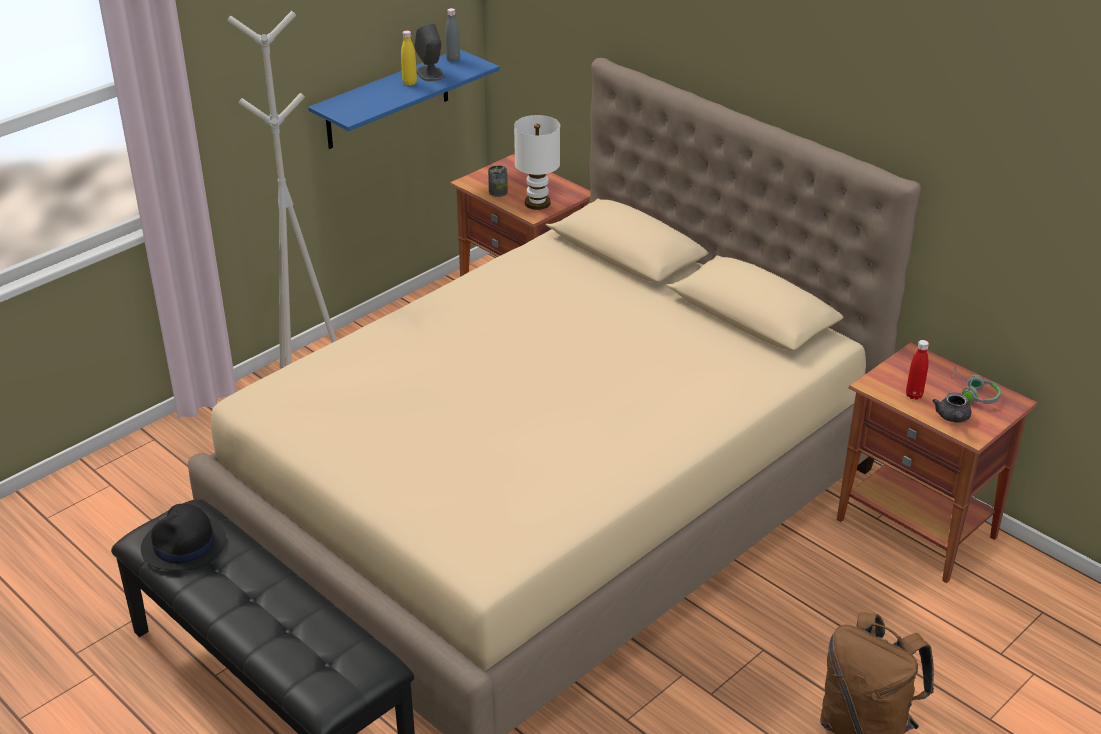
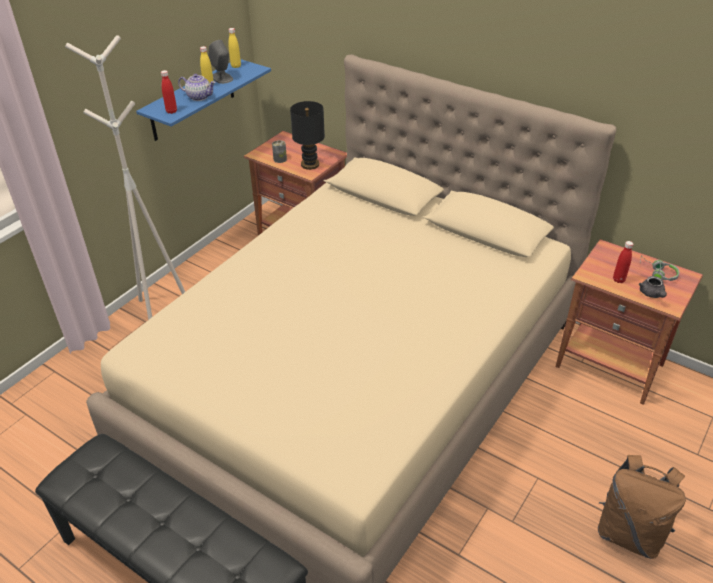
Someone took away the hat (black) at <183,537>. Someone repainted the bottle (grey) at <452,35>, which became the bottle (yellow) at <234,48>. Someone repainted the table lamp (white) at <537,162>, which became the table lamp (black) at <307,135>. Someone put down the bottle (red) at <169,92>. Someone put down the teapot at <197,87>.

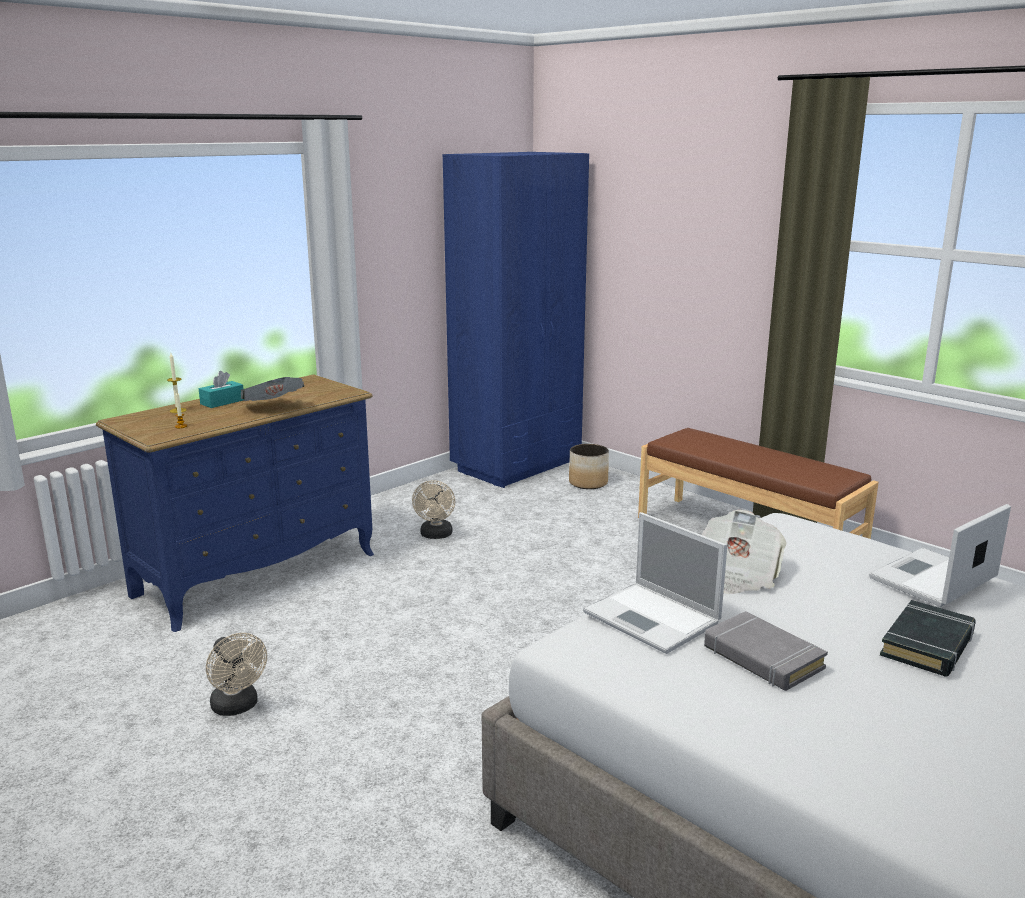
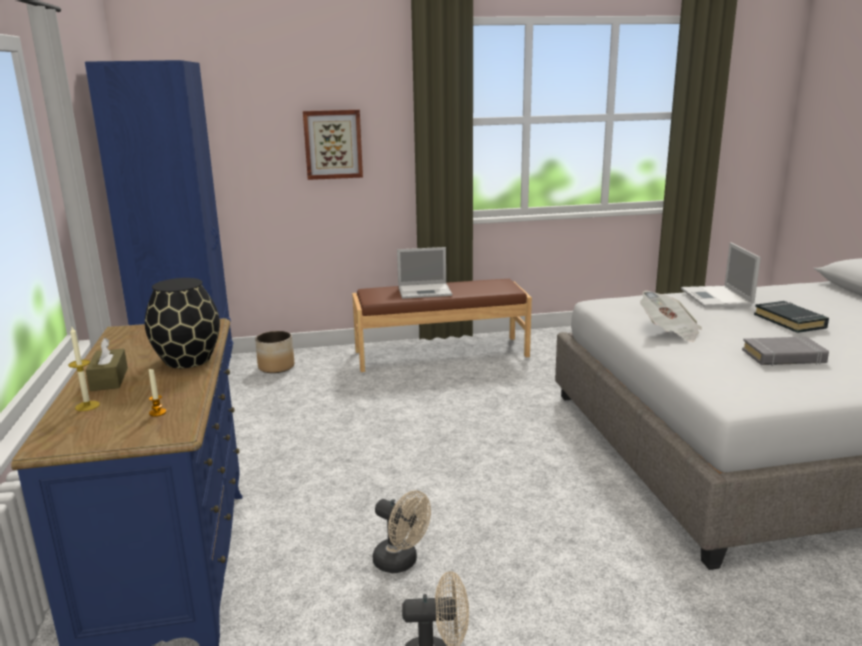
Someone repainted the tissue box (turquoise) at <222,389>, which became the tissue box (brown) at <107,364>. Someone swapped the newspaper at <273,389> for the vase (black) at <182,323>. Someone carried the fan (beige) from <433,509> to <402,532>. Someone carried the laptop from <655,583> to <424,273>. Someone put up the picture at <333,145>.

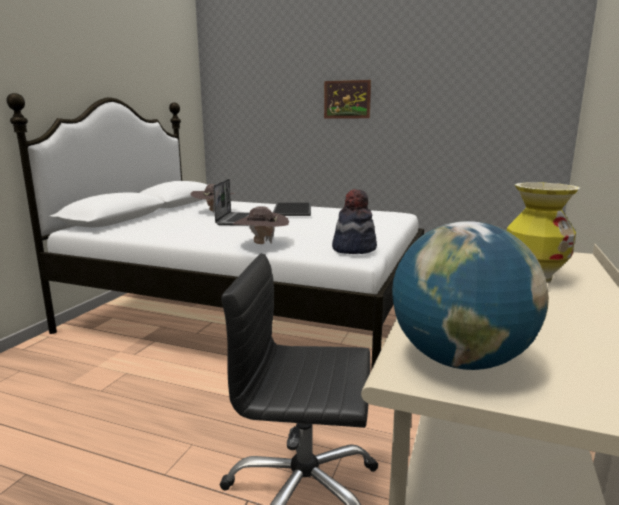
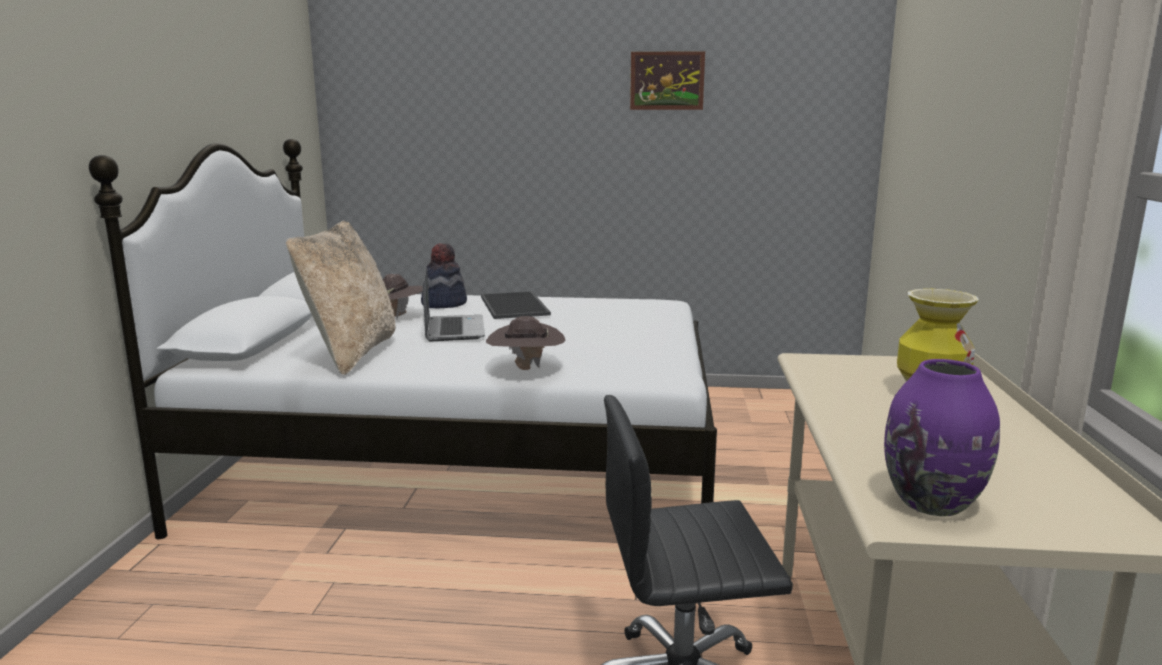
Someone carried the picture from <347,99> to <667,80>. Someone carried the hat from <354,221> to <444,275>. Someone swapped the globe at <470,295> for the vase (purple) at <942,437>. Someone put down the pillow (beige) at <340,297>.

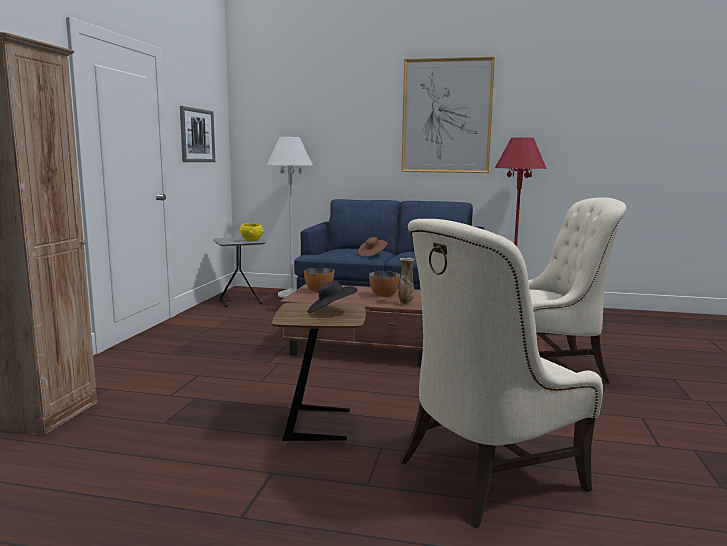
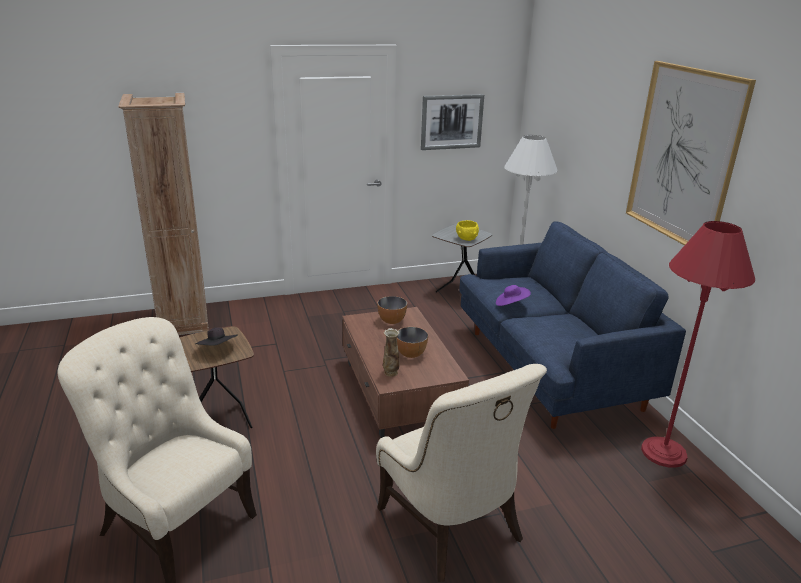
Someone repainted the hat (brown) at <373,247>, which became the hat (purple) at <513,295>.

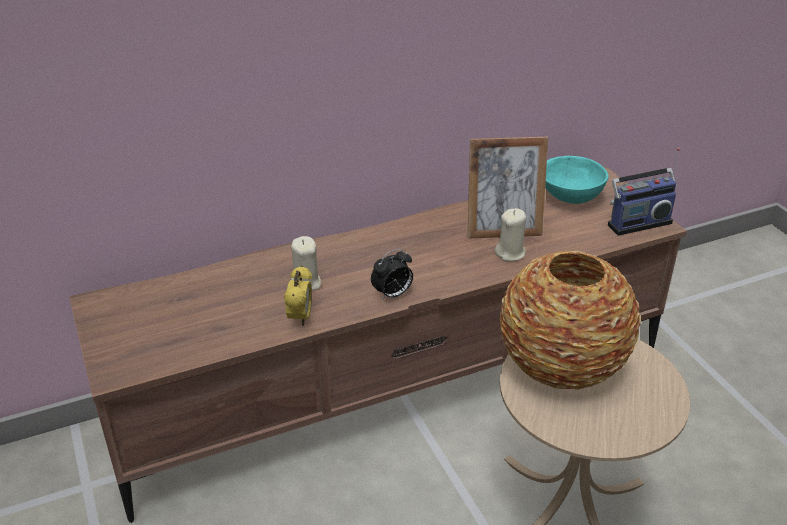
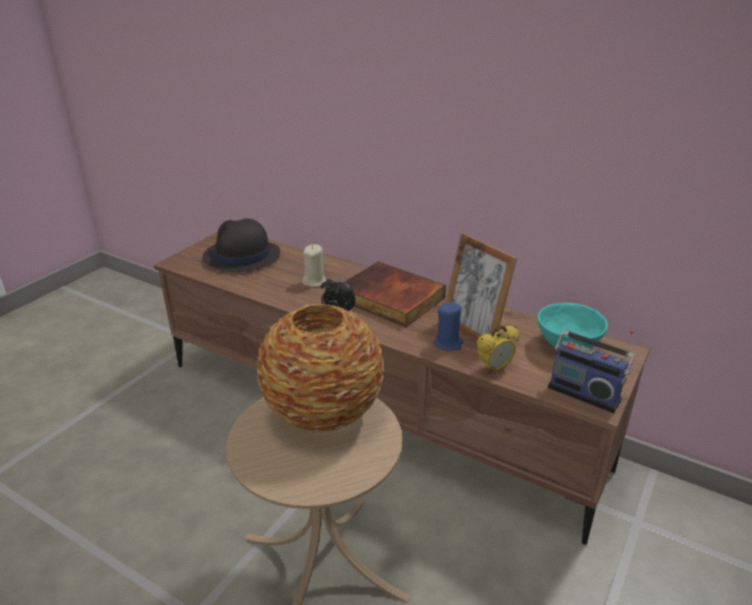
Someone carried the alarm clock from <298,296> to <498,349>. Someone repainted the candle (beige) at <510,234>, which became the candle (blue) at <448,326>. Someone put down the hat (black) at <241,245>. Someone put down the book at <395,294>.

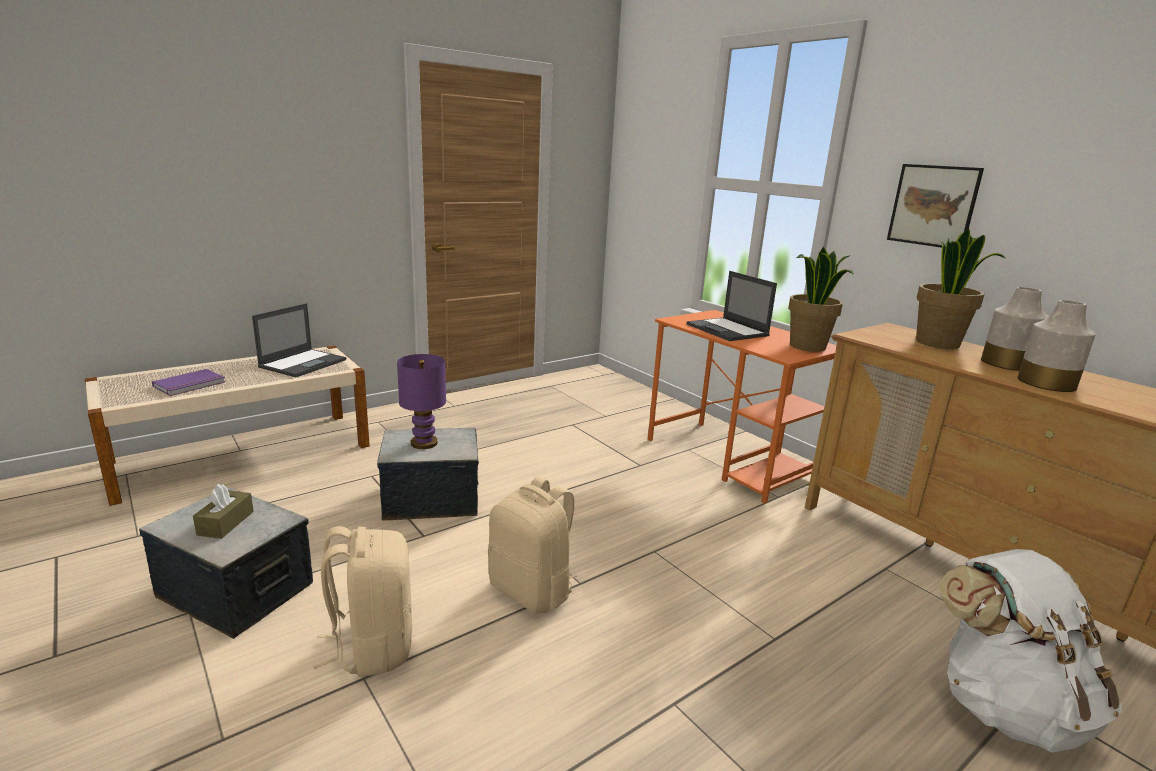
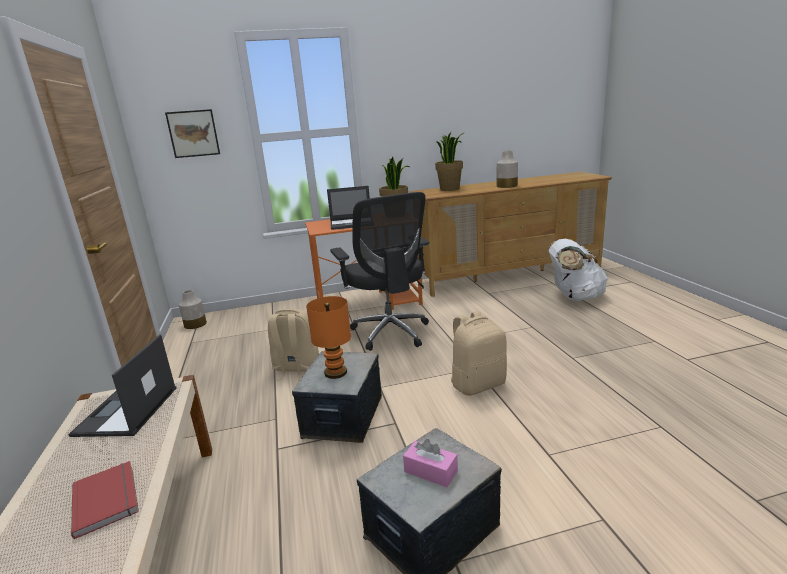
Someone repainted the book (purple) at <188,382>, which became the book (red) at <105,500>. Someone repainted the tissue box (brown) at <223,511>, which became the tissue box (pink) at <430,463>. Someone rotated the laptop at <299,340> by 135 degrees counterclockwise. Someone carried the backpack (beige) from <362,601> to <293,345>. Someone repainted the table lamp (purple) at <421,401>, which became the table lamp (orange) at <328,337>. Someone carried the picture from <935,206> to <192,133>. Someone carried the vase (beige) from <1015,329> to <193,309>. Someone put down the office chair at <379,271>.

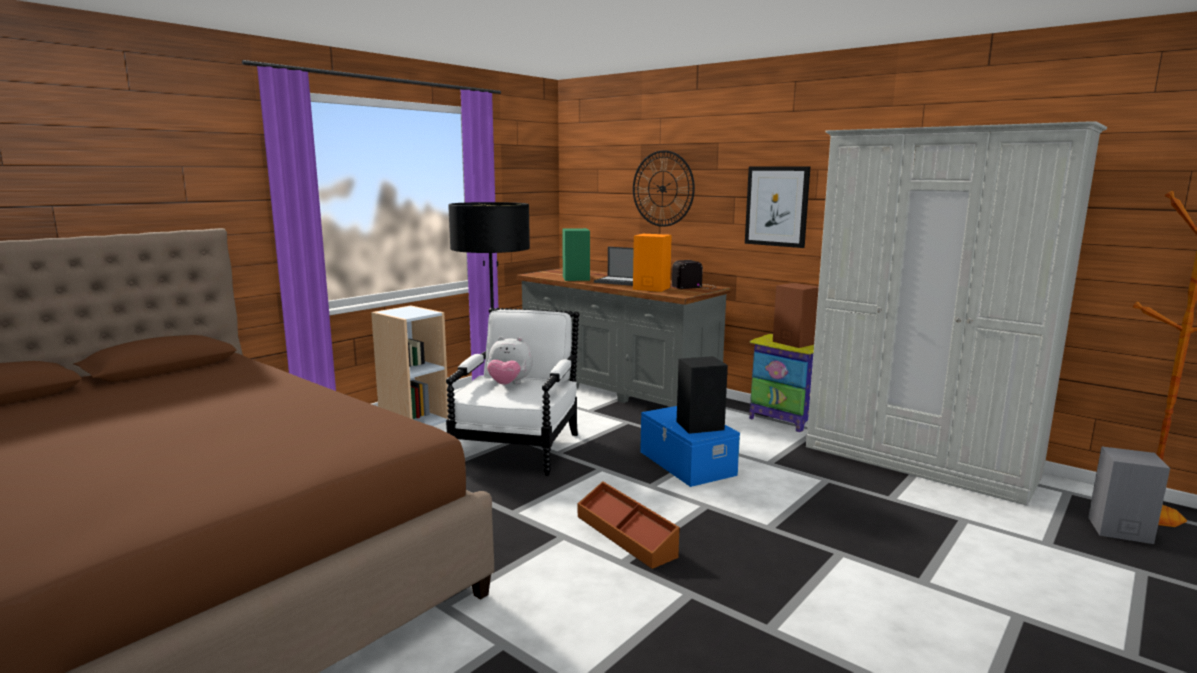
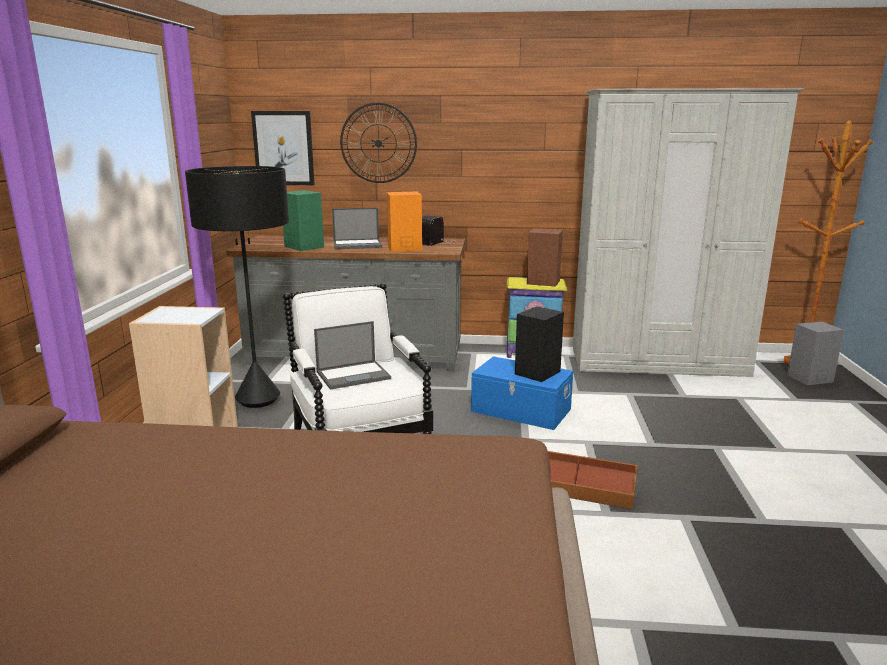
Someone swapped the plush toy at <510,360> for the laptop at <352,355>. Someone carried the picture from <778,207> to <283,148>.

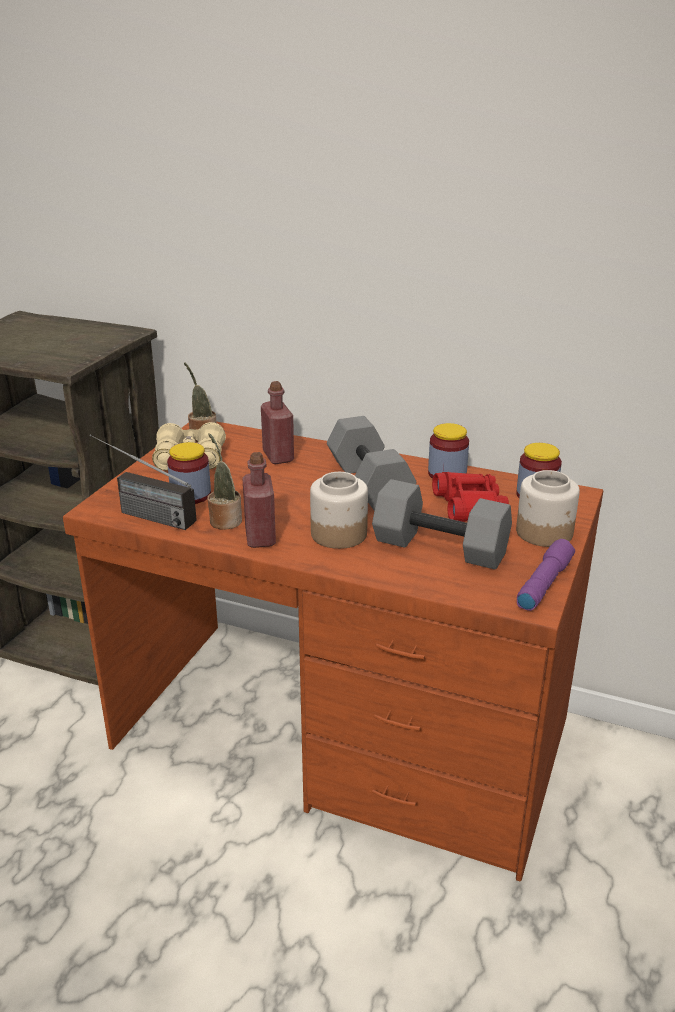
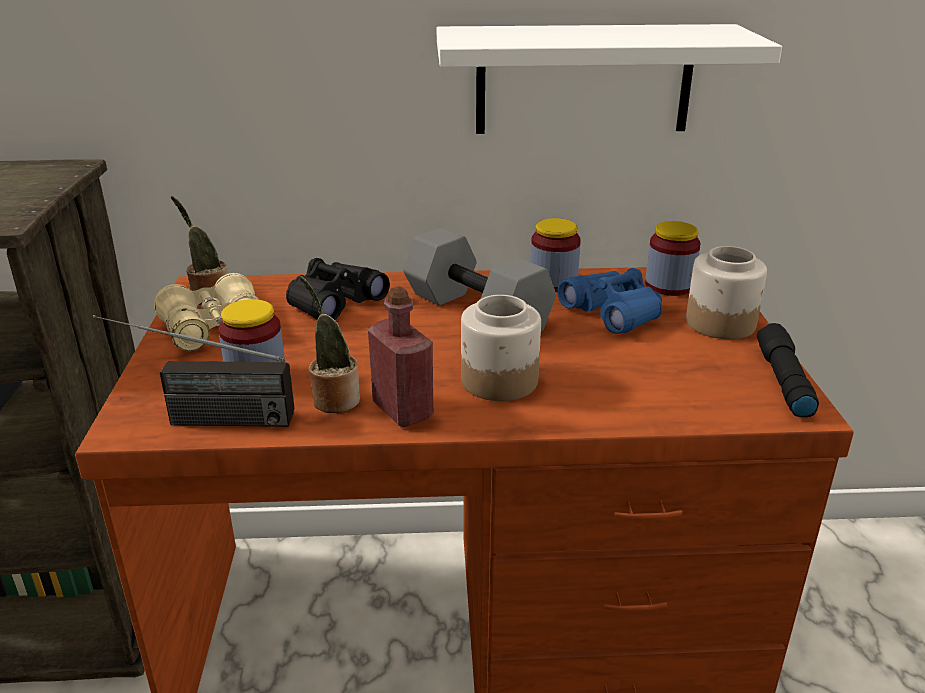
Someone swapped the bottle (red) at <277,422> for the binoculars (black) at <338,289>. Someone took away the dumbbell (grey) at <442,524>. Someone repainted the binoculars (red) at <470,497>, which became the binoculars (blue) at <609,301>. Someone repainted the flashlight (purple) at <546,575>, which became the flashlight (black) at <788,370>. Someone put up the shelf (white) at <609,79>.

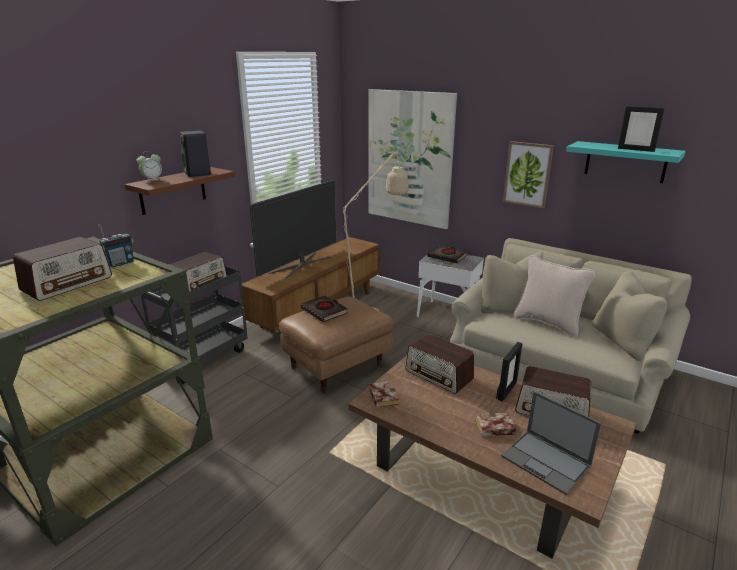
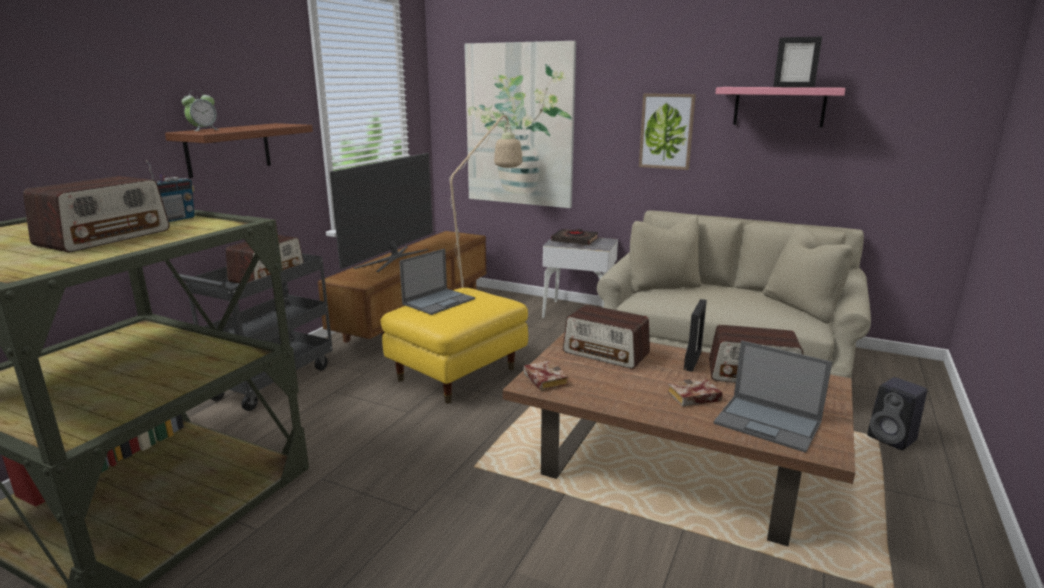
Someone carried the speaker (black) from <195,154> to <897,413>. Someone repainted the ottoman (brown) at <336,345>, which became the ottoman (yellow) at <454,346>. Someone swapped the book (black) at <324,309> for the laptop at <437,282>. Someone took away the pillow (beige) at <554,296>. Someone repainted the shelf (turquoise) at <625,162>, which became the shelf (pink) at <780,107>.

